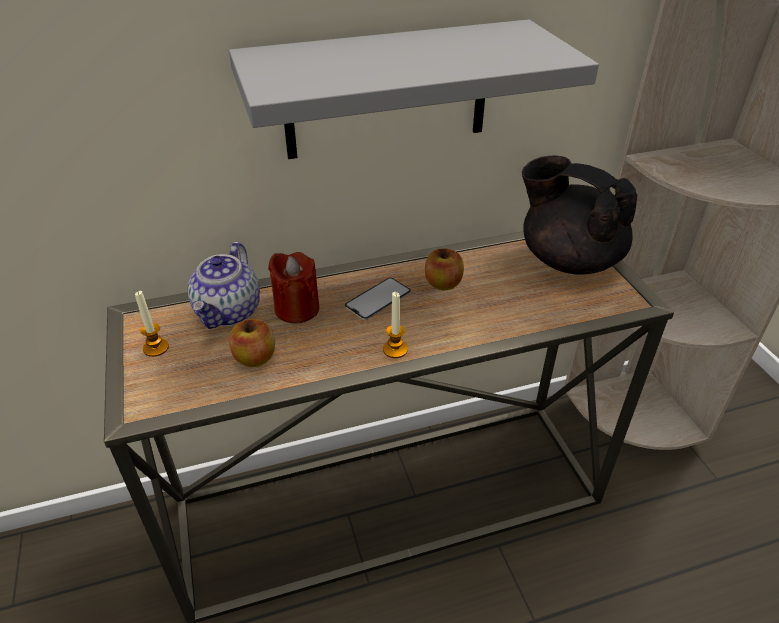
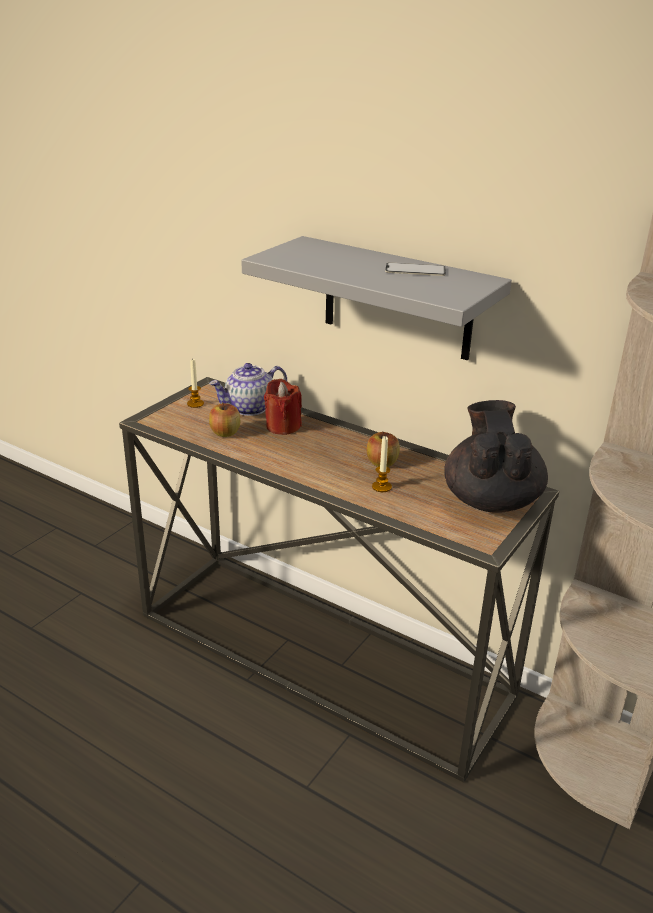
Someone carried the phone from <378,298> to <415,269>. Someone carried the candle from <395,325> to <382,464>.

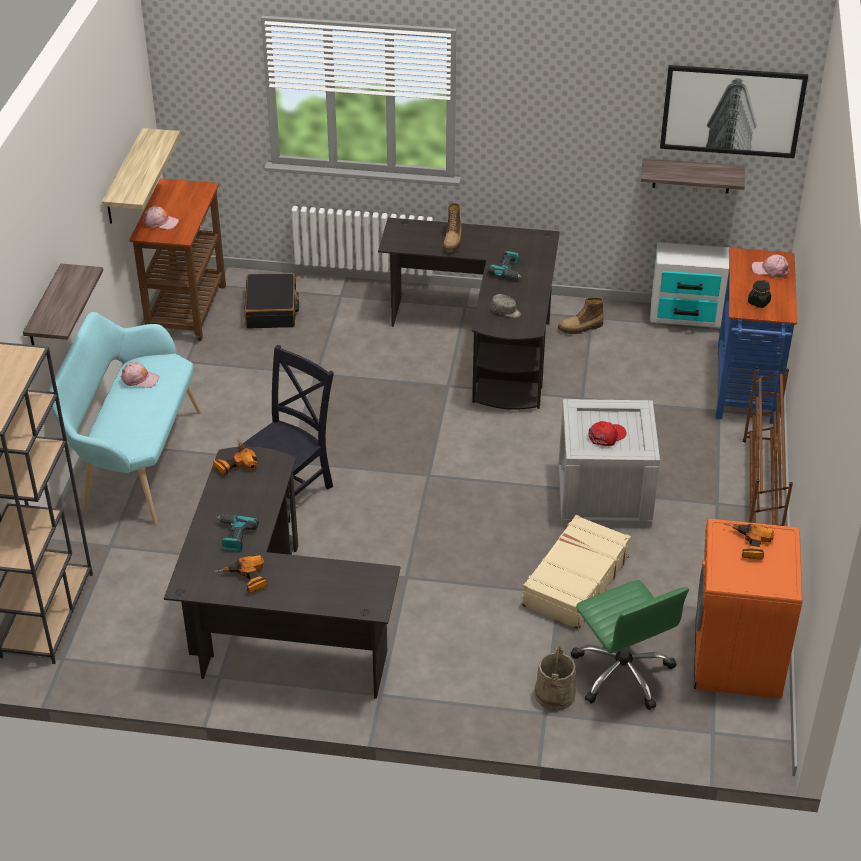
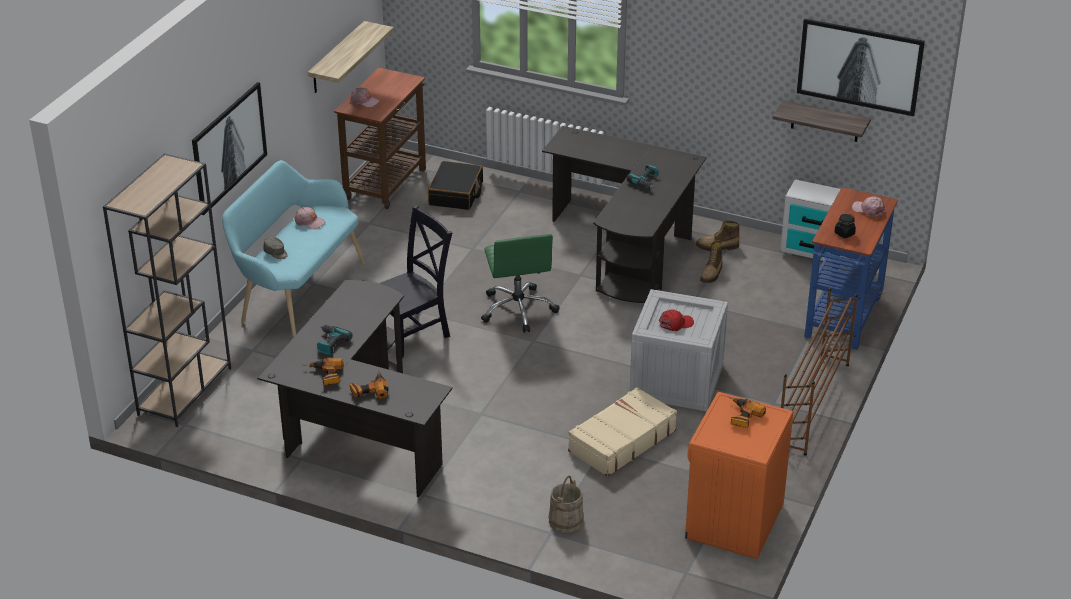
Someone swapped the shelf at <63,304> for the picture at <229,148>. Someone carried the power drill from <235,457> to <369,384>. Someone carried the boot from <452,227> to <711,261>. Someone carried the cap (grey) from <506,306> to <276,248>. Someone carried the office chair (green) from <630,645> to <520,283>.

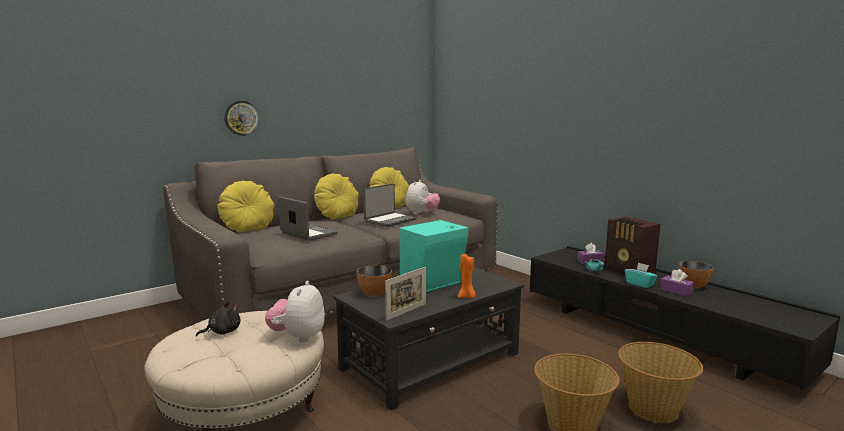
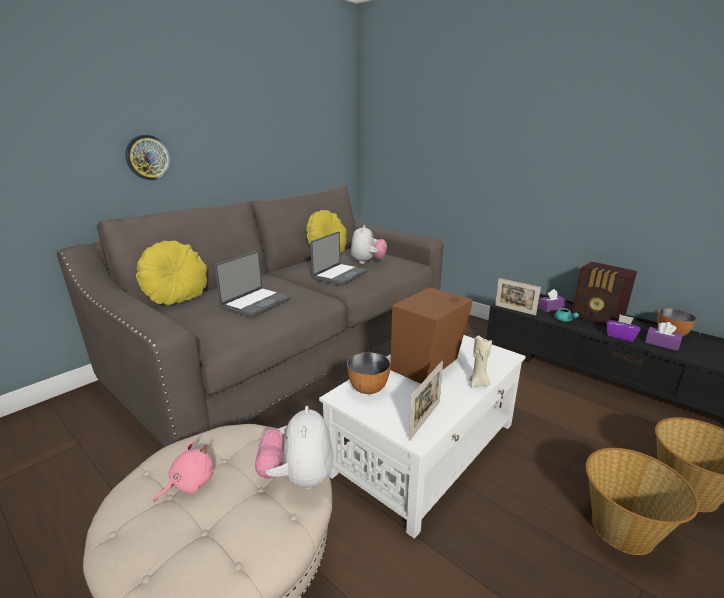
Someone repainted the plush toy (black) at <218,319>, which became the plush toy (pink) at <184,471>. Someone rotated the laptop at <308,218> by 90 degrees clockwise. Someone took away the pillow (yellow) at <336,197>. Someone repainted the coffee table (black) at <428,338>, which became the coffee table (white) at <422,437>. Someone repainted the speaker (turquoise) at <433,256>, which became the speaker (brown) at <431,335>. Someone repainted the candle (orange) at <467,276>, which became the candle (beige) at <480,362>. Someone repainted the tissue box (turquoise) at <641,275>, which became the tissue box (purple) at <624,328>. Someone put down the picture frame at <518,296>.

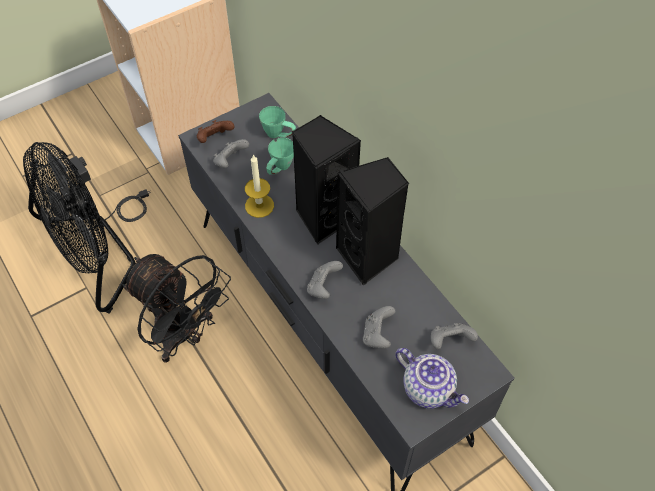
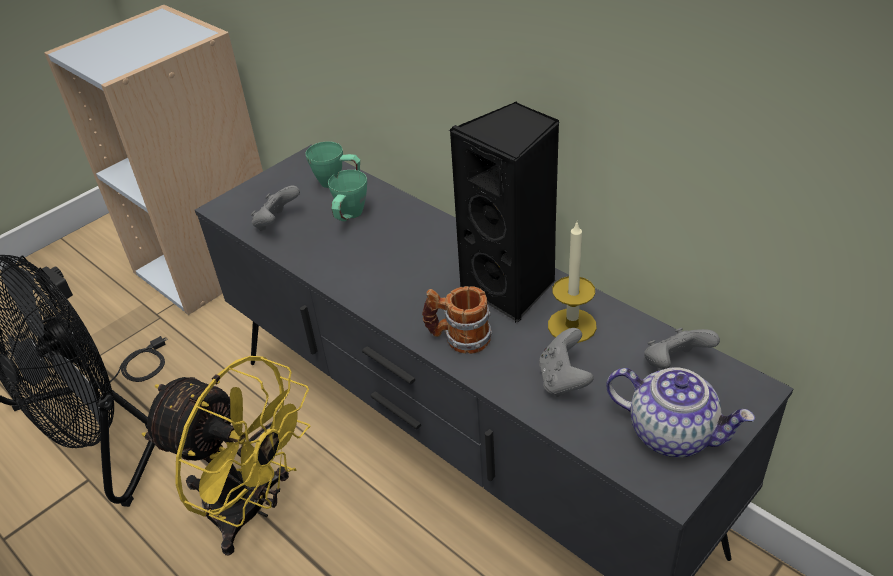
Someone repainted the fan (black) at <176,308>, which became the fan (yellow) at <226,456>. Someone took away the game controller (brown) at <215,131>. Someone carried the candle from <259,186> to <572,282>. Someone took away the speaker (black) at <326,180>. Someone swapped the game controller (grey) at <325,280> for the mug at <457,320>.

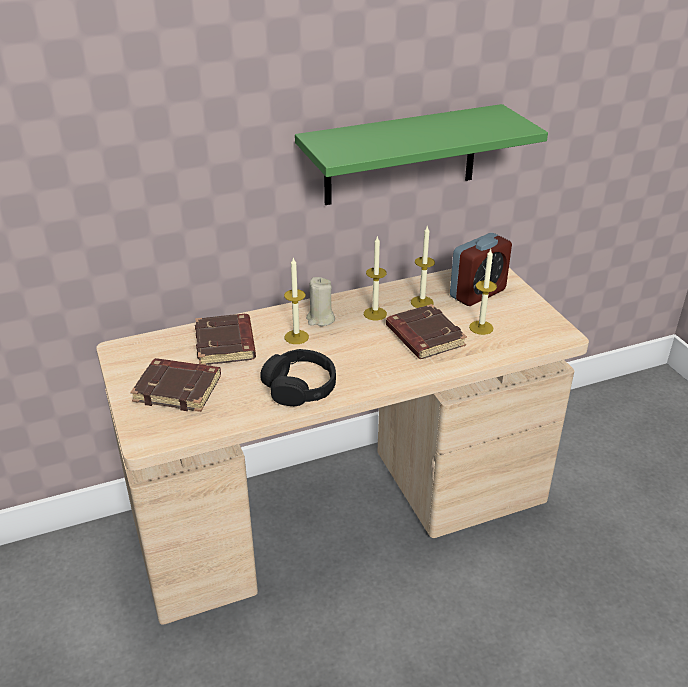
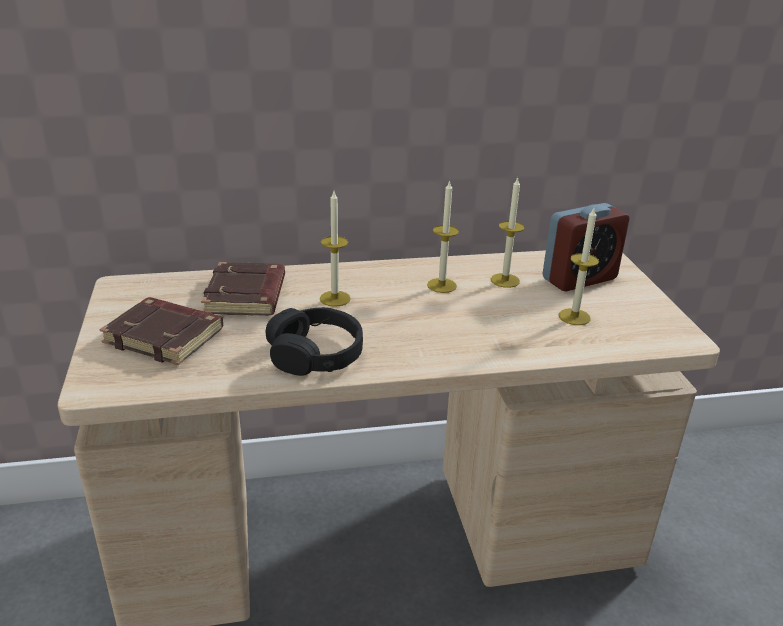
Someone took away the shelf (green) at <421,154>. Someone took away the candle (beige) at <320,301>. Someone took away the book (brown) at <426,331>.

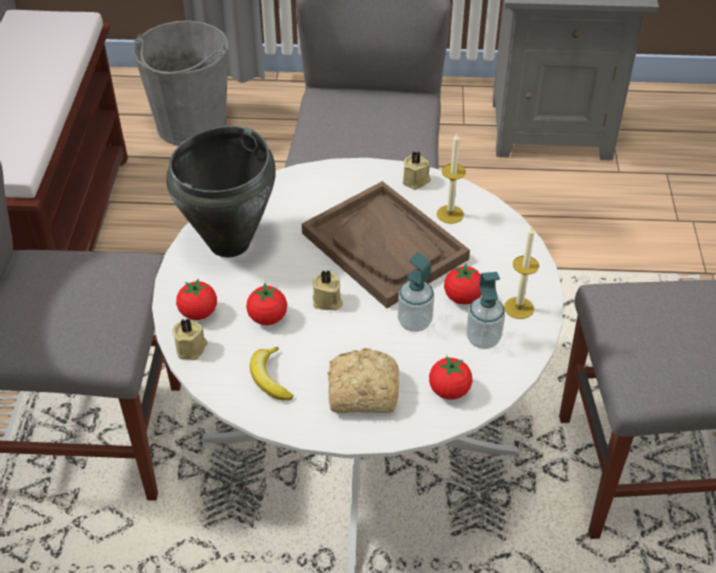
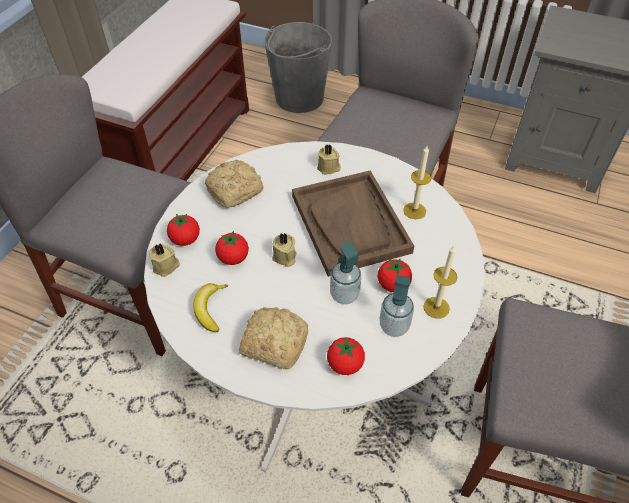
Someone swapped the cooking pot (black) at <221,191> for the bread at <234,184>. Someone carried the candle (beige) from <417,170> to <329,160>.

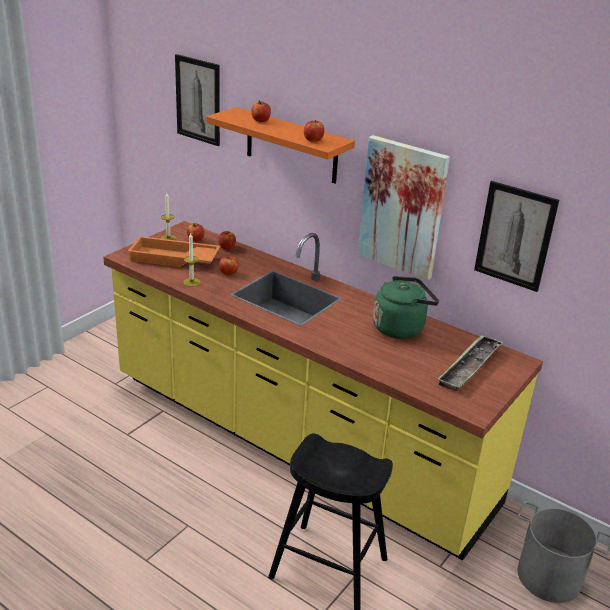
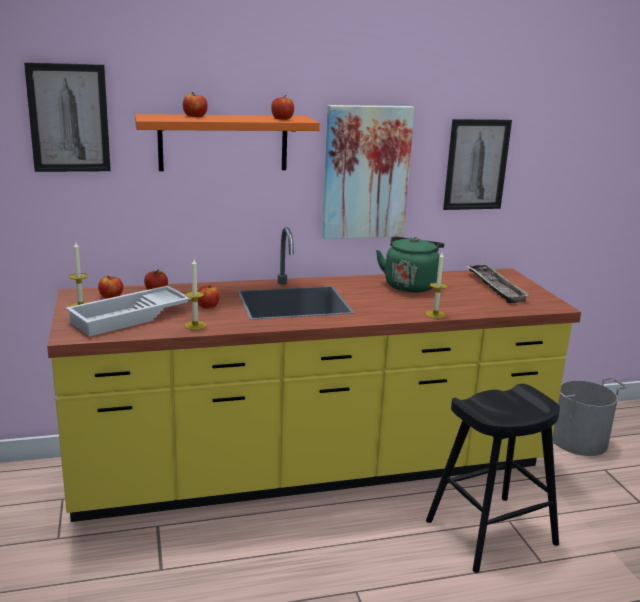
Someone repainted the tray (orange) at <174,251>, which became the tray (white) at <128,311>. Someone put down the candle at <436,286>.

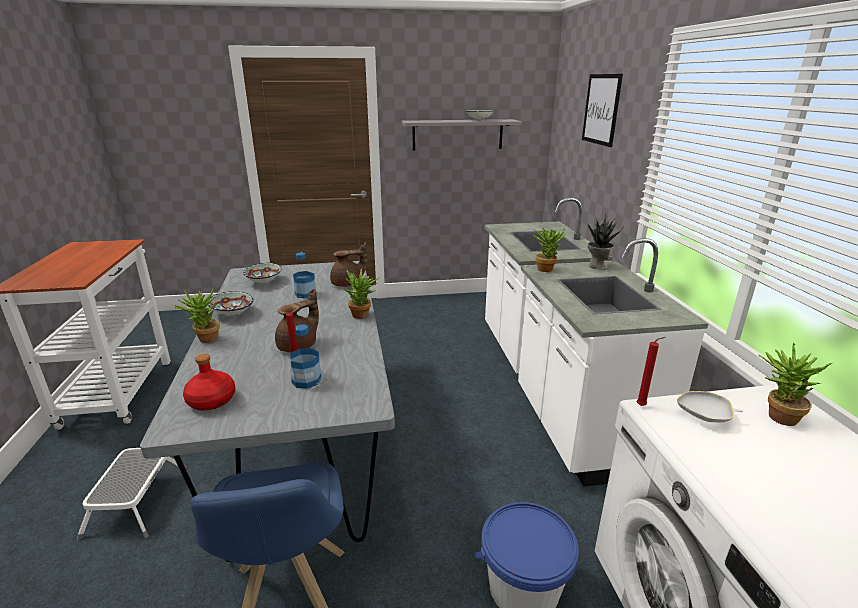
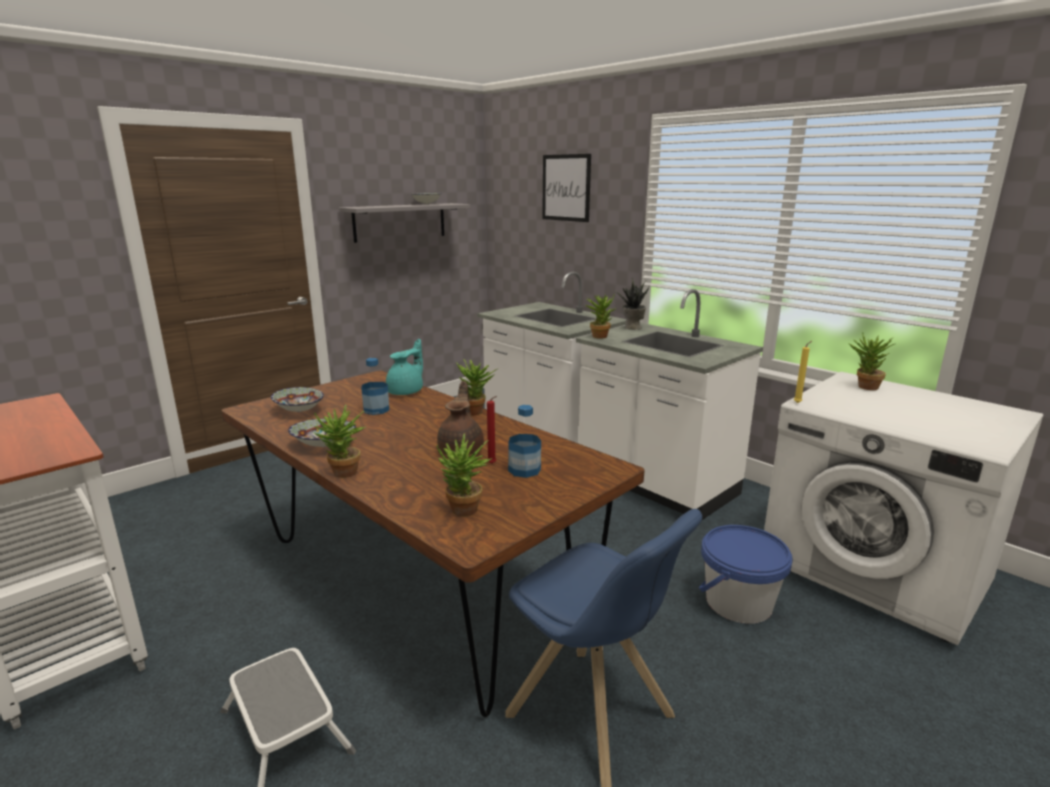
Someone repainted the dining table (grey) at <267,411>, which became the dining table (brown) at <432,543>. Someone swapped the bottle (red) at <209,382> for the potted plant at <464,475>. Someone repainted the teapot (brown) at <348,264>, which became the teapot (turquoise) at <404,367>. Someone repainted the candle (red) at <651,371>, which became the candle (yellow) at <803,372>. Someone took away the bowl (white) at <710,406>.

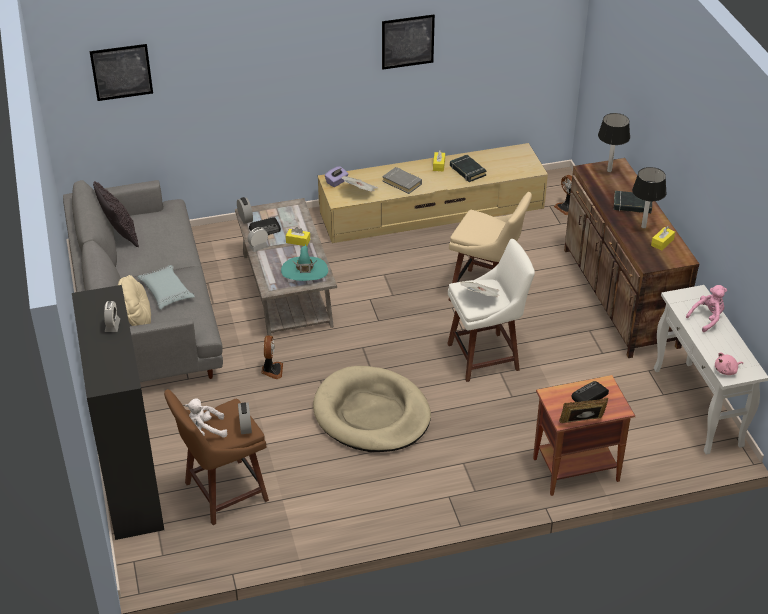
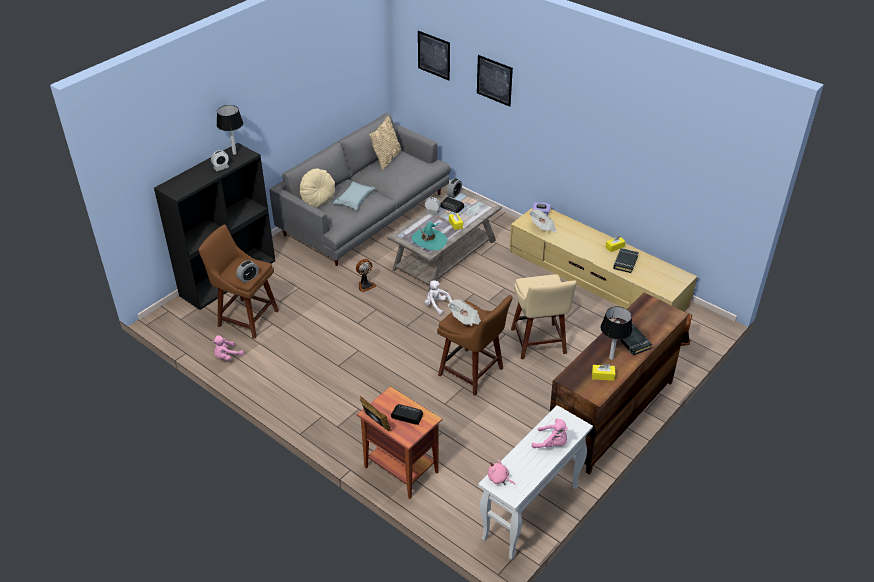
Someone repainted the pillow (black) at <116,214>, which became the pillow (beige) at <385,143>. Someone carried the plush toy (white) from <206,418> to <438,297>. Someone took away the dog bed (beige) at <372,409>. Someone carried the picture from <408,42> to <495,81>. Someone took away the book (grey) at <402,180>. Someone repainted the stool (white) at <491,310>, which became the stool (brown) at <475,345>. Someone carried the table lamp from <614,142> to <230,130>. Someone put down the plush toy (pink) at <228,348>.

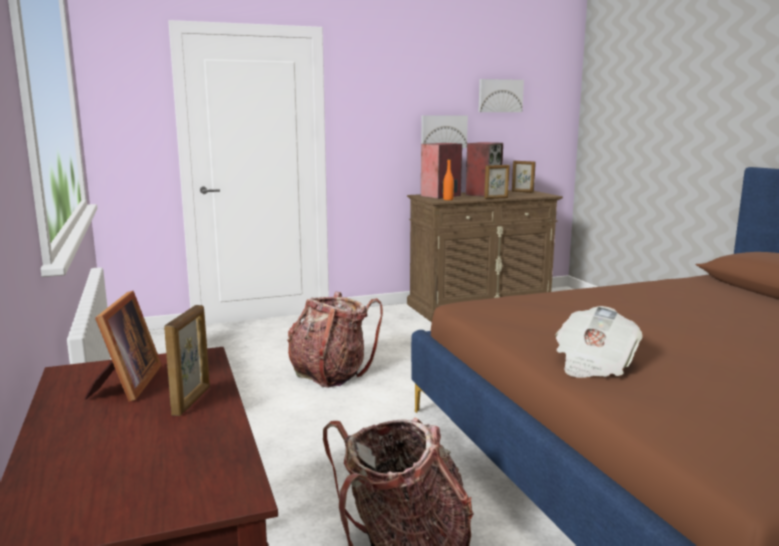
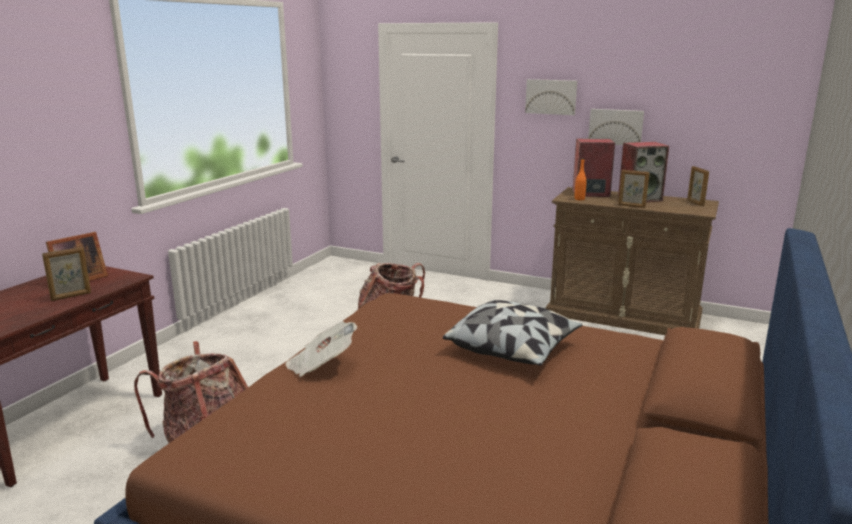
Someone carried the picture from <501,95> to <551,97>. Someone put down the pillow at <512,333>.

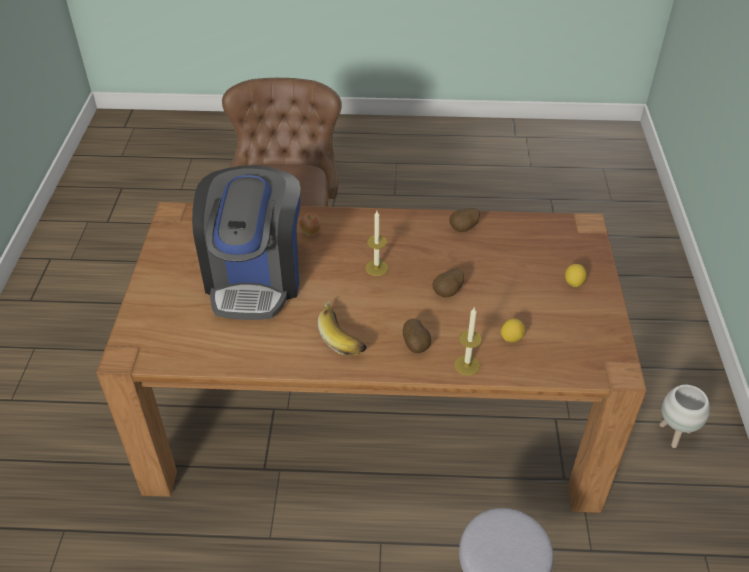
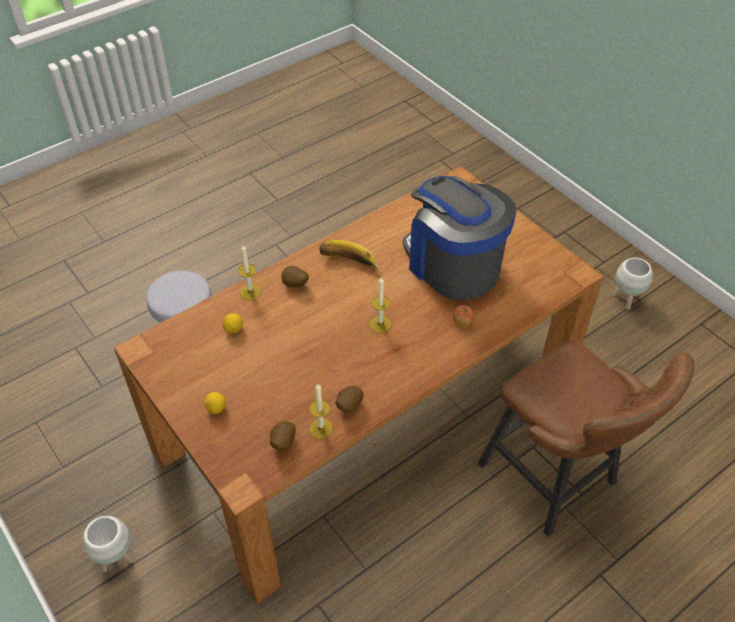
Someone carried the potato from <448,283> to <283,436>. Someone put down the candle at <321,411>. Someone put down the planter (white) at <633,283>.

